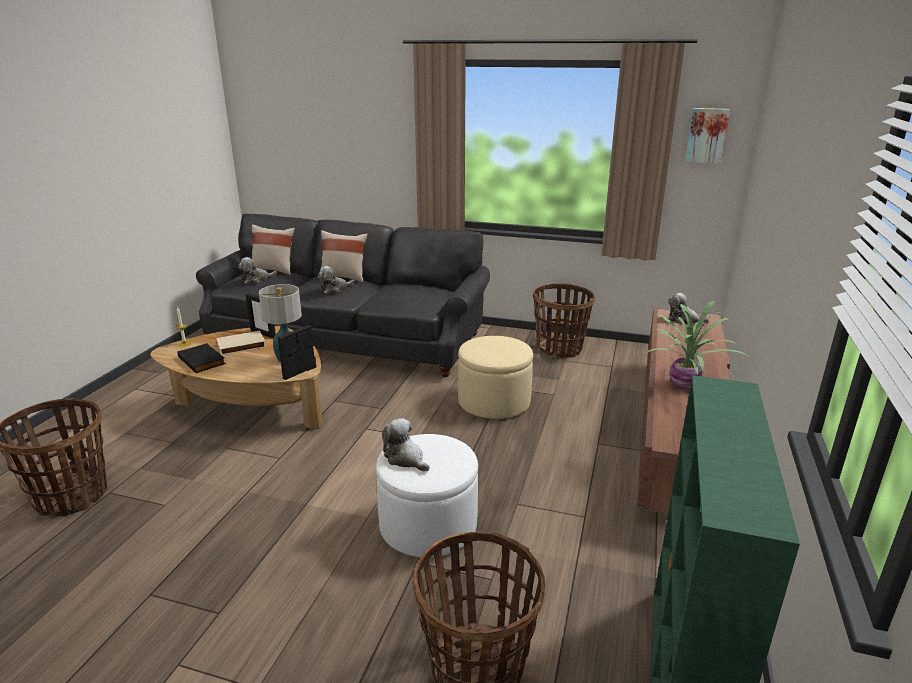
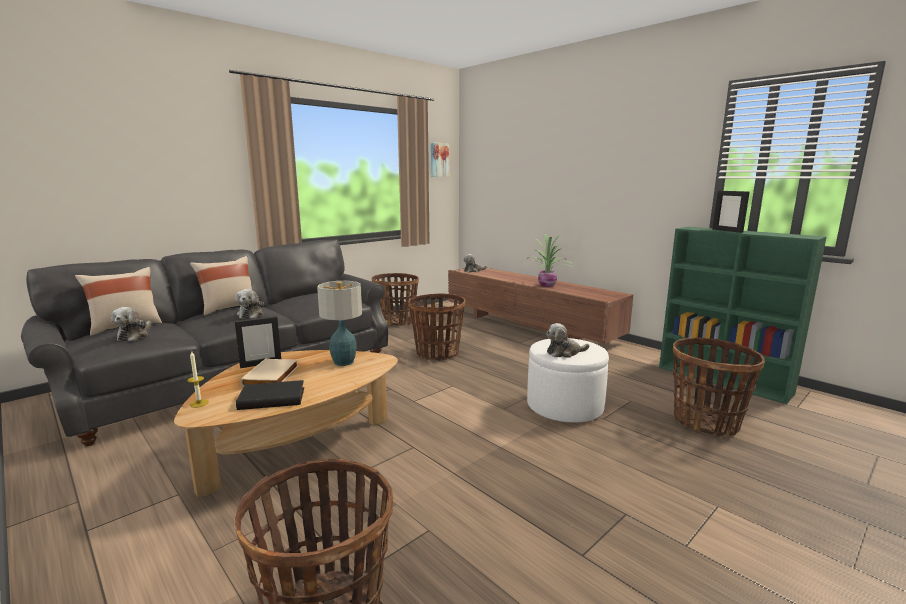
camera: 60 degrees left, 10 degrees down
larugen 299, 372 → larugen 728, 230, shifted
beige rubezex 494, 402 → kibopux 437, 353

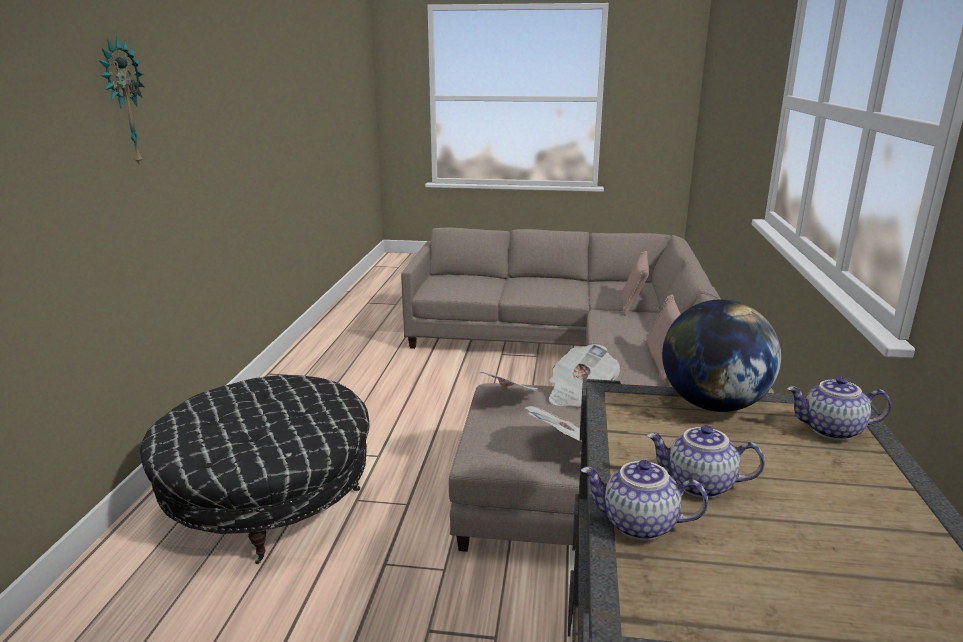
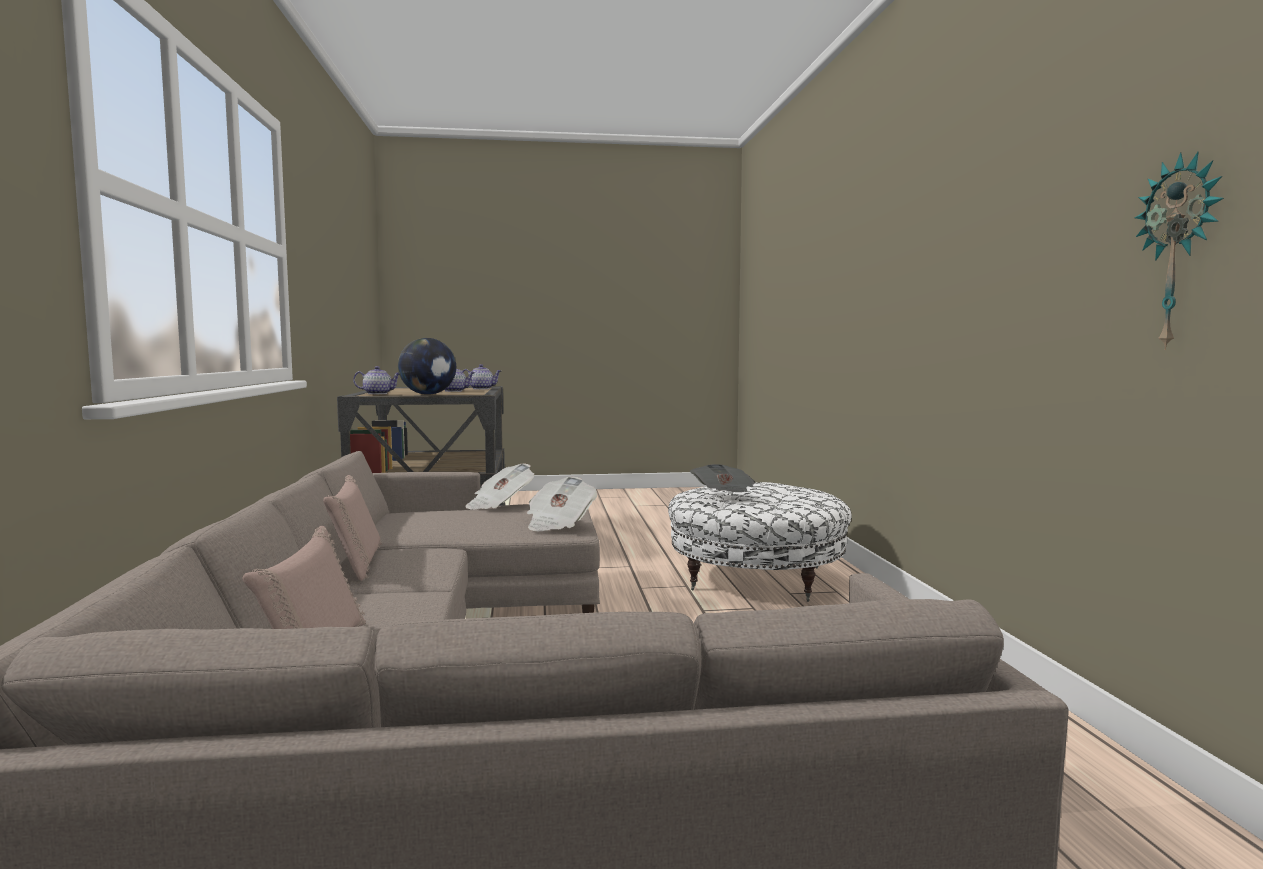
camera: 165 degrees right, 15 degrees down
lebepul 123, 103 → lebepul 1180, 252, shifted
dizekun 579, 394 → dizekun 724, 497, shifted
black rubezex 269, 502 → white rubezex 756, 579

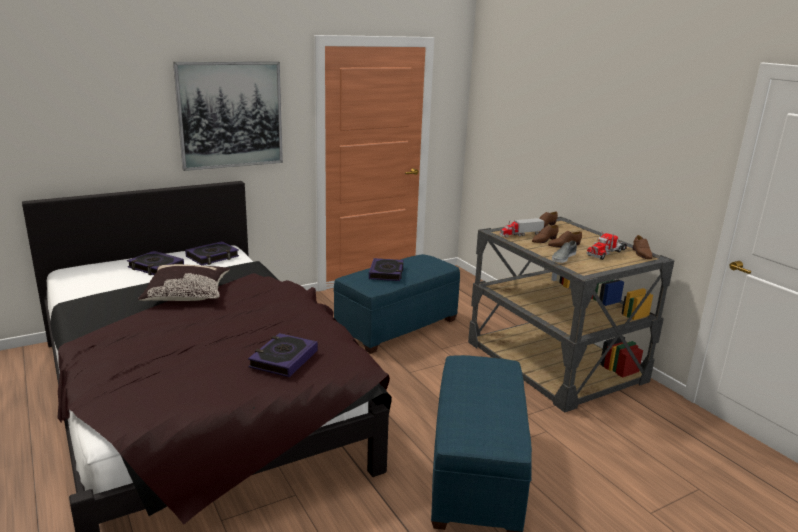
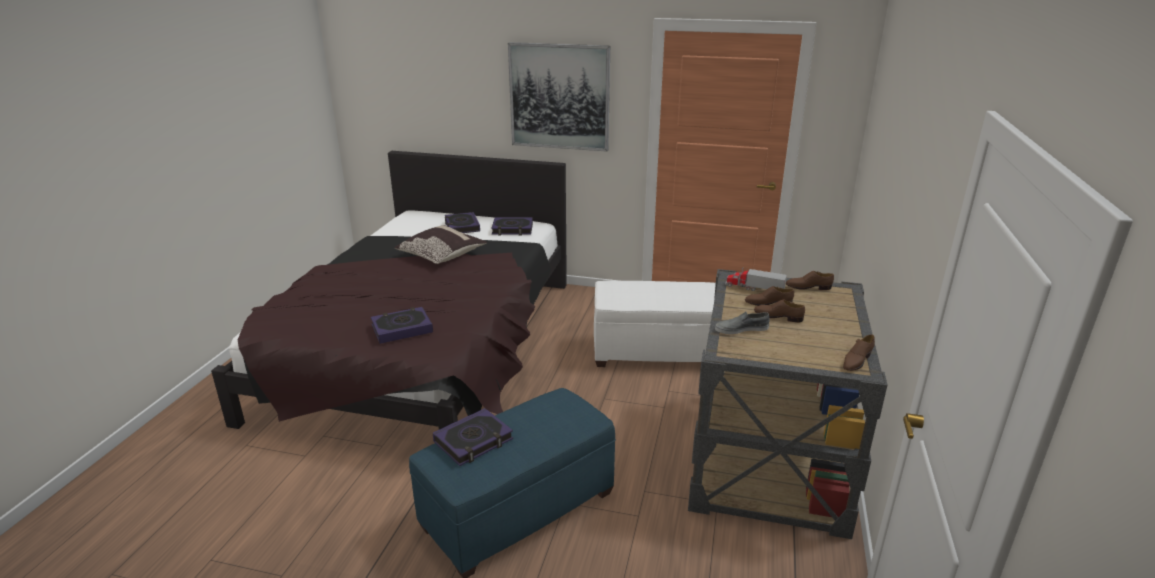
camera: 45 degrees right, 5 degrees up
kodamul 606, 253 → -
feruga 386, 273 → feruga 473, 441, shifted
blue rubezex 397, 327 → white rubezex 659, 352

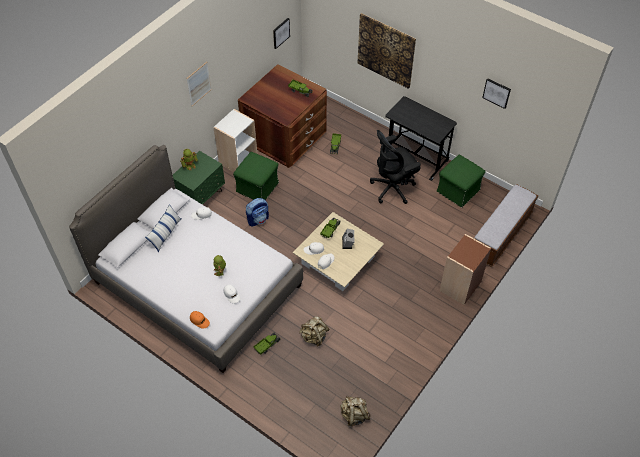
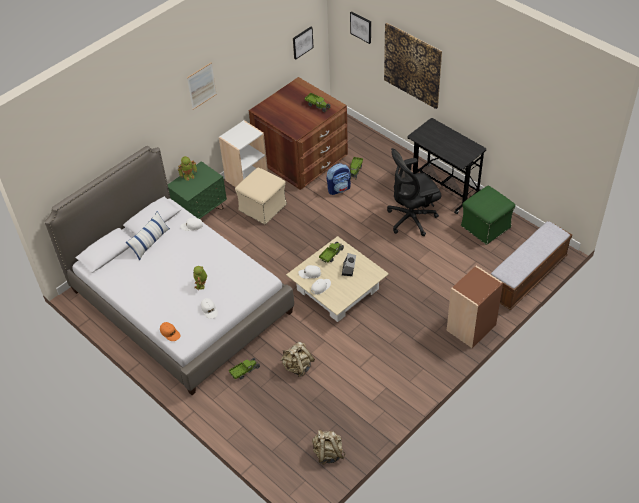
camera: 10 degrees right, 5 degrees down
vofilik 258, 219 → vofilik 339, 189, shifted
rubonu 496, 93 → rubonu 361, 27, shifted
green rubezex 257, 187 → beige rubezex 263, 207

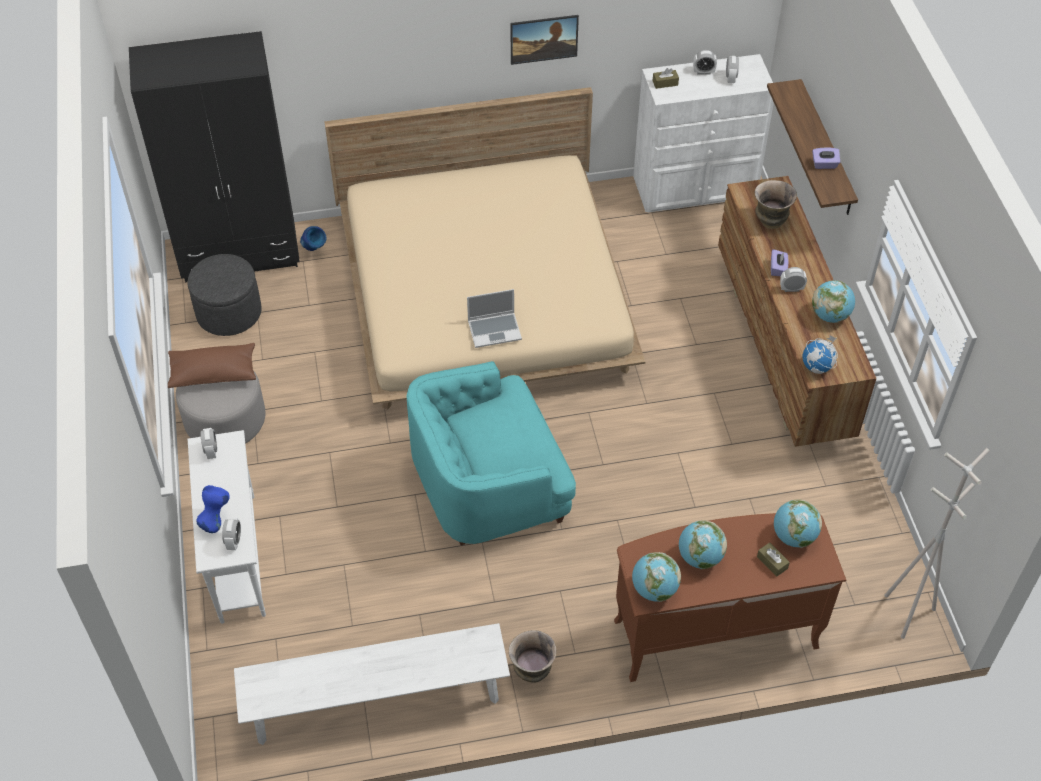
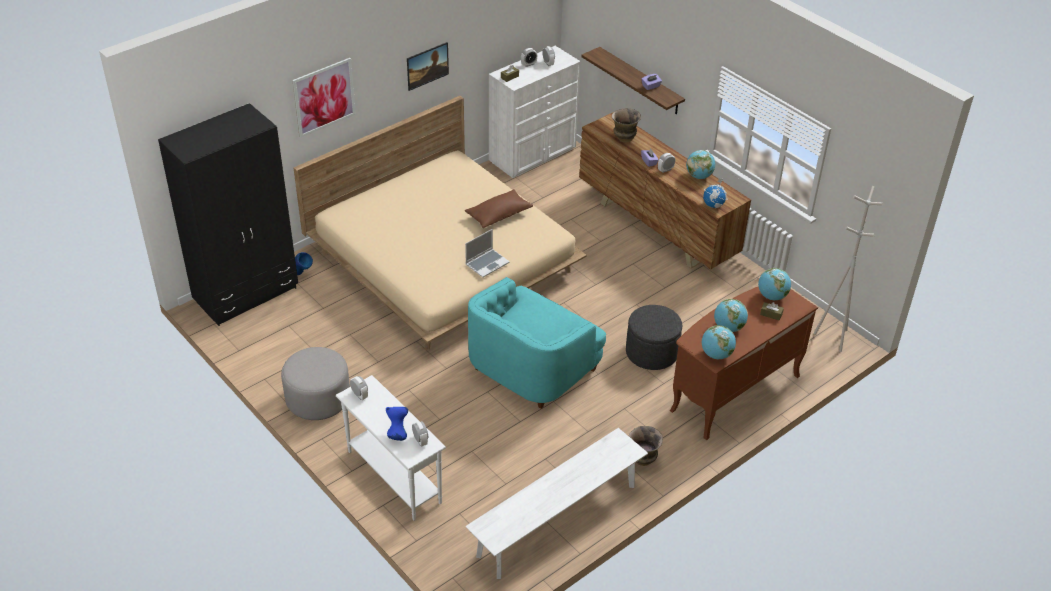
camera: 30 degrees left, 10 degrees down
- → rubonu 324, 97
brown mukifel 213, 373 → brown mukifel 498, 215, shifted
grey rubezex 229, 312 → grey rubezex 651, 352, shifted

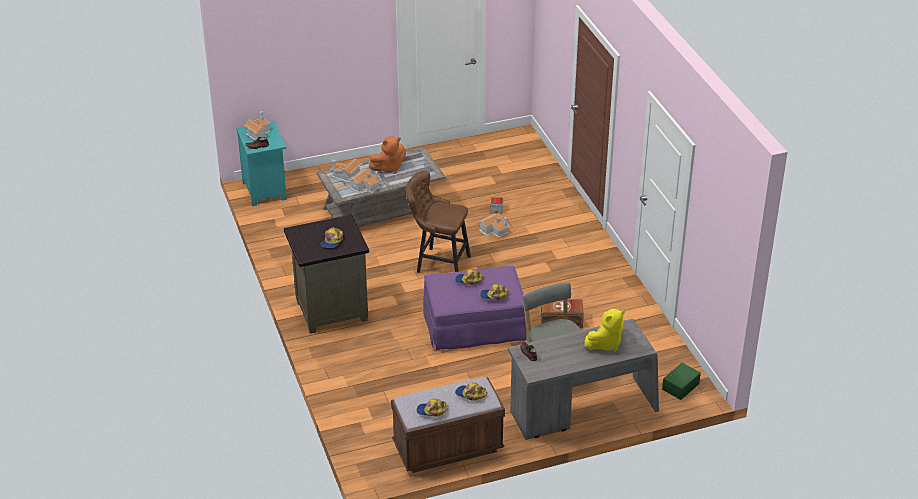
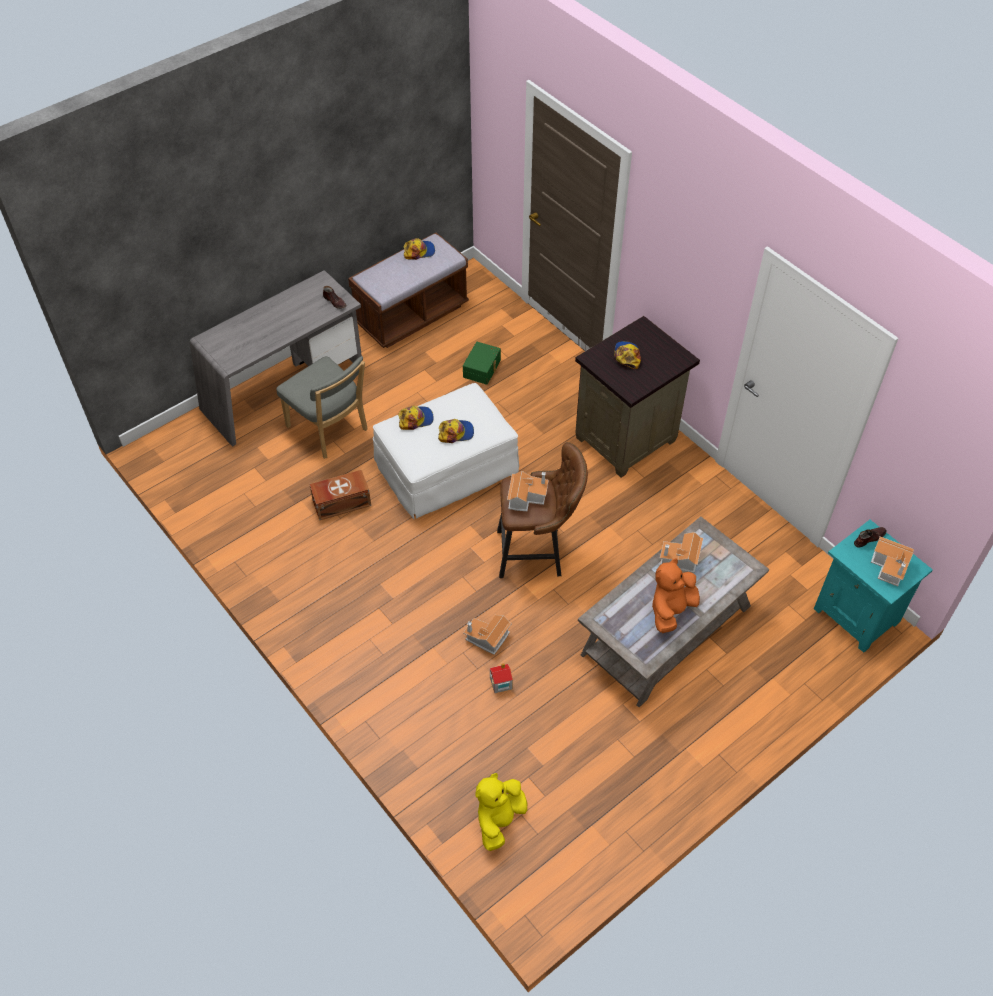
camera: 160 degrees right, 15 degrees up
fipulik 470, 394 → -
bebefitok 346, 176 → bebefitok 526, 496, shifted
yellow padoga 605, 343 → yellow padoga 499, 819, shifted
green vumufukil 679, 386 → green vumufukil 482, 369, shifted
purple rubezex 475, 325 → white rubezex 446, 467

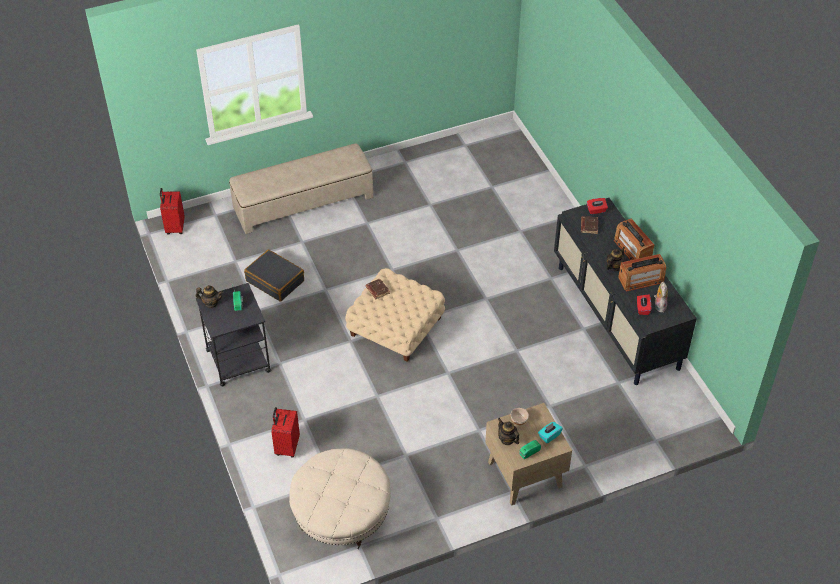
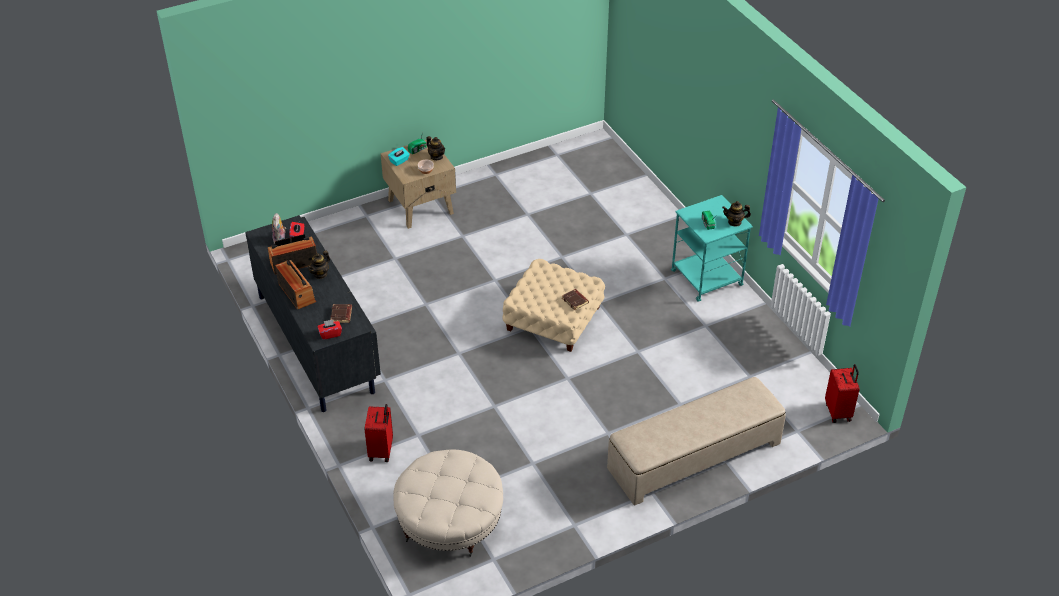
camera: 175 degrees right, 5 degrees down
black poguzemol 275, 281 → -
red poguzemol 286, 447 → red poguzemol 382, 451, shifted
beige rubezex 342, 514 → beige rubezex 449, 521, shifted
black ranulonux 238, 359 → turquoise ranulonux 707, 279

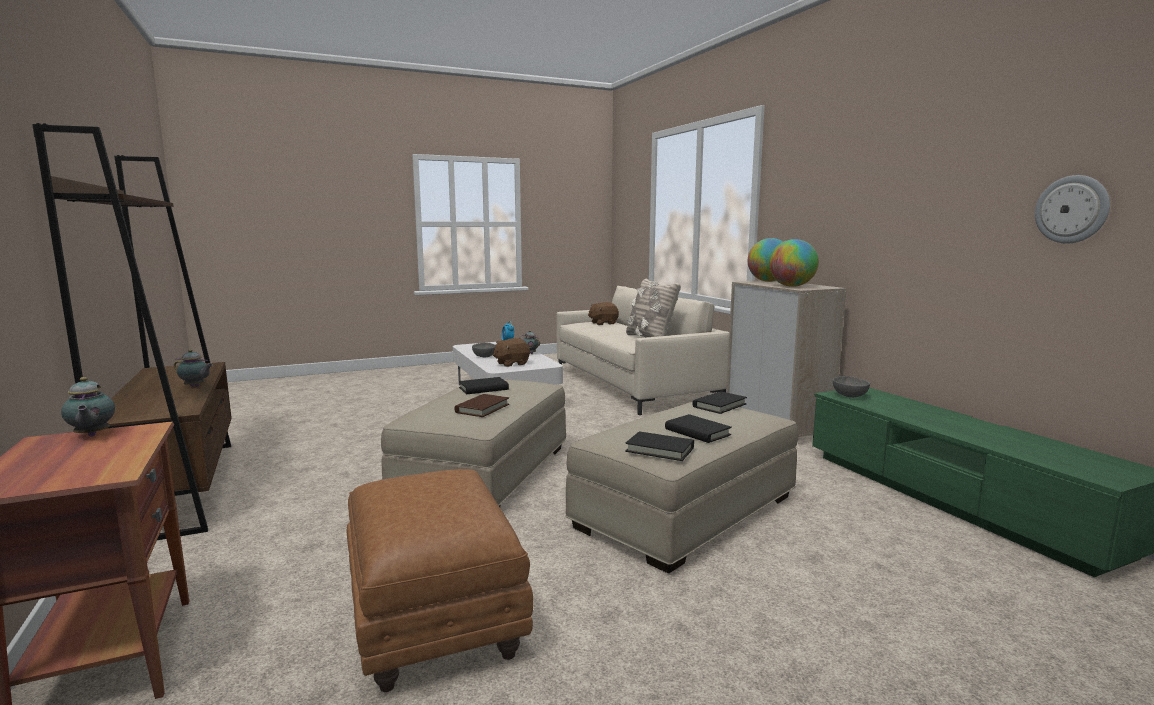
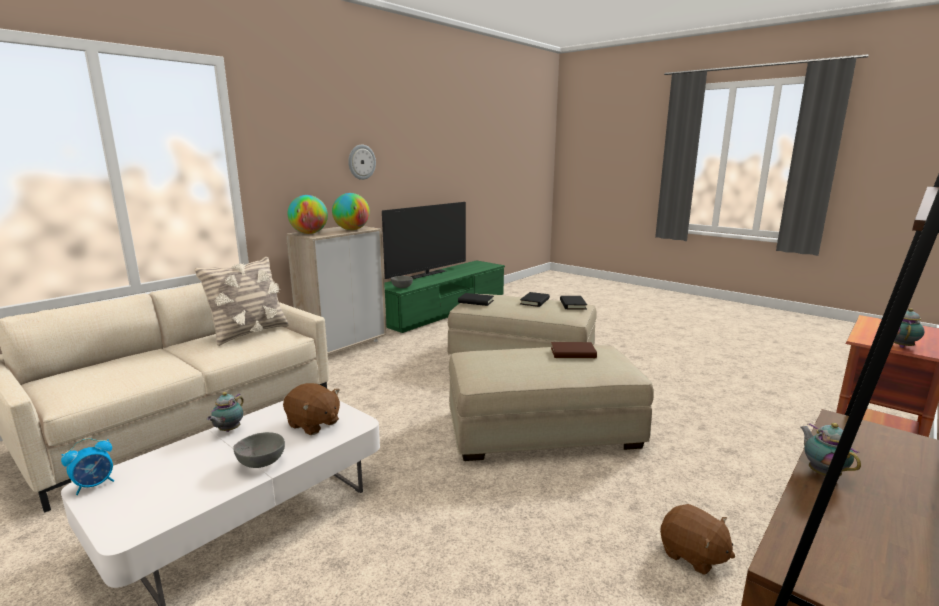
camera: 115 degrees left, 5 degrees up
brown rubezex 432, 619 → -
black feruga 483, 389 → -
- → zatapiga 427, 274
brown padoga 603, 323 → brown padoga 692, 555, shifted
lebepul 1072, 209 → lebepul 361, 162, shifted

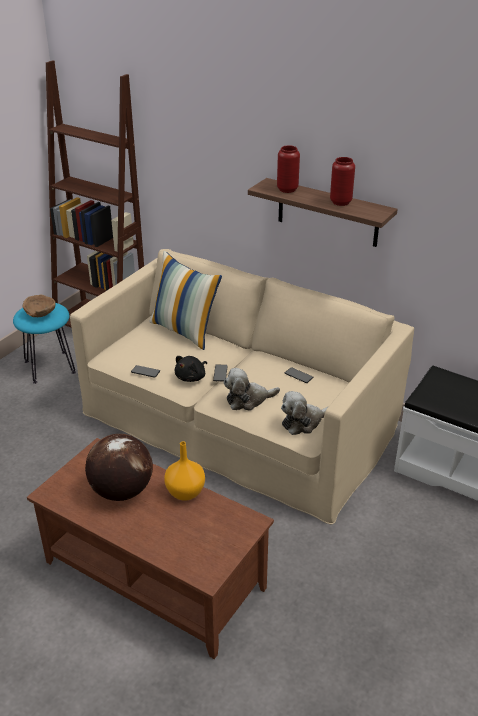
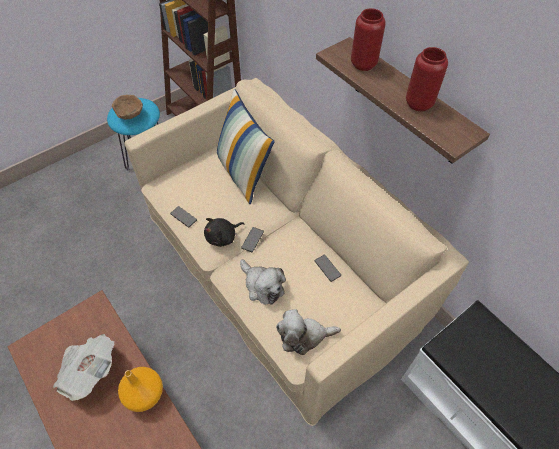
camera: 20 degrees right, 20 degrees up
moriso 121, 491 → dizekun 89, 370
padoga 248, 400 → padoga 262, 286, 135 degrees counterclockwise

